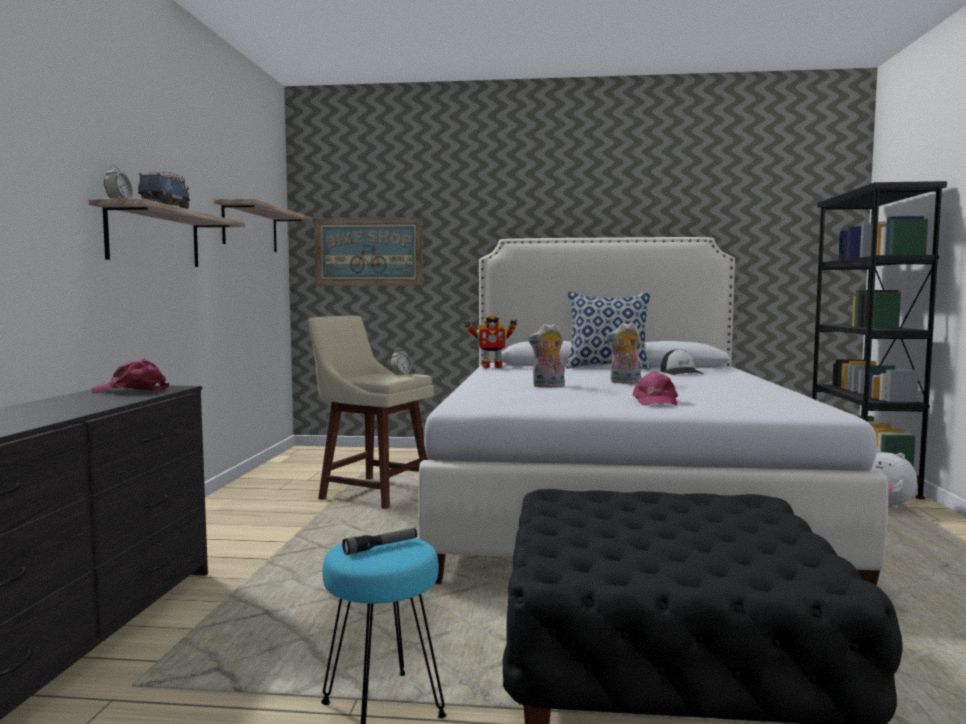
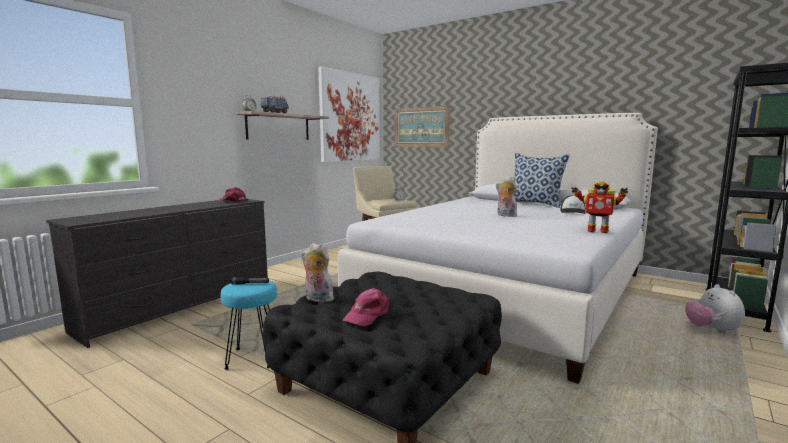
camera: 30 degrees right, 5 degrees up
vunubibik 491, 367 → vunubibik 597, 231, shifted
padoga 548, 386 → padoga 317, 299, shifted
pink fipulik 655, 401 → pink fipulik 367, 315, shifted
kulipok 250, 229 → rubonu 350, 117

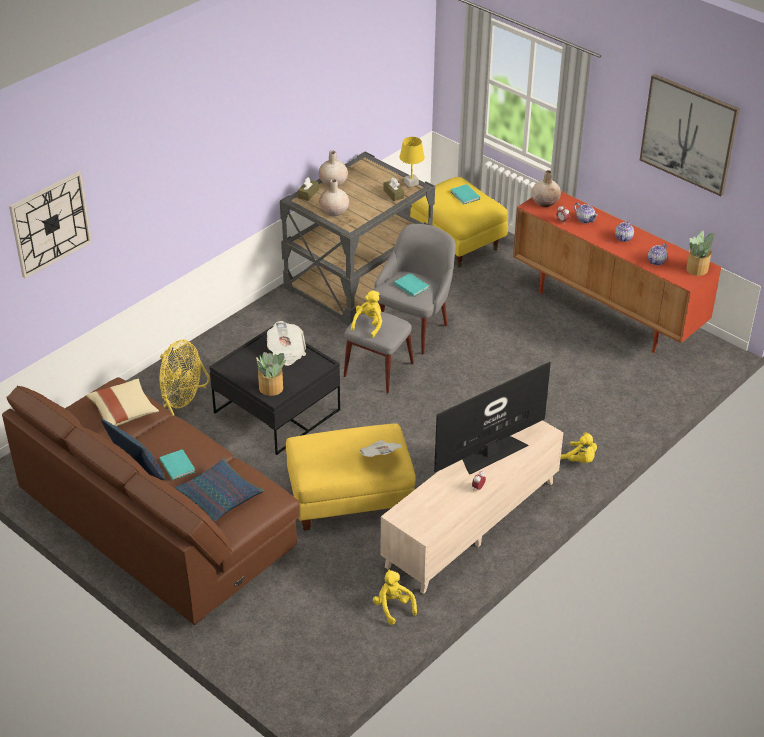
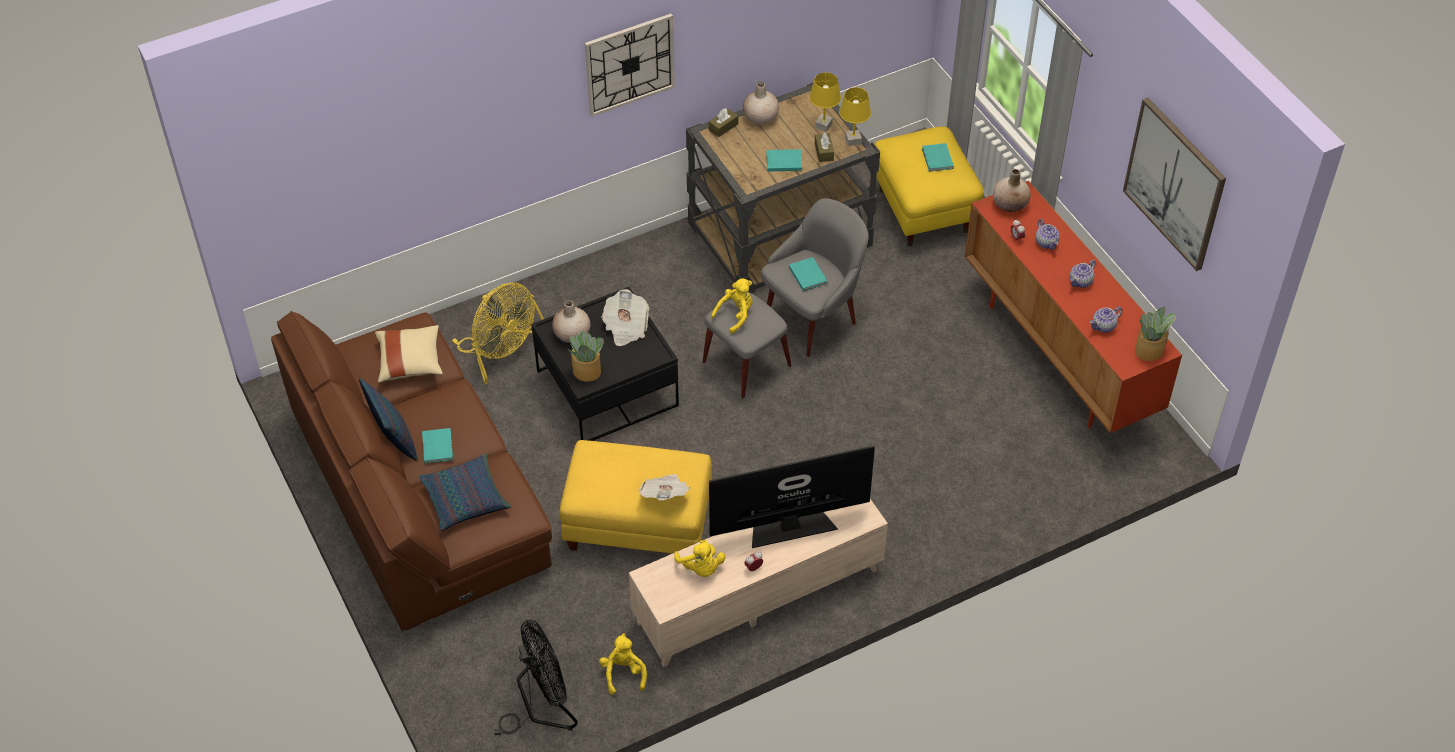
camera: 20 degrees right, 10 degrees up
- → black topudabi 539, 699
- → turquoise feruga 783, 161
- → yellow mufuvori 823, 125
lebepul 50, 224 → lebepul 629, 64, shifted
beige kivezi 334, 211 → beige kivezi 571, 334, shifted
yellow padoga 579, 460 → yellow padoga 701, 568, shifted

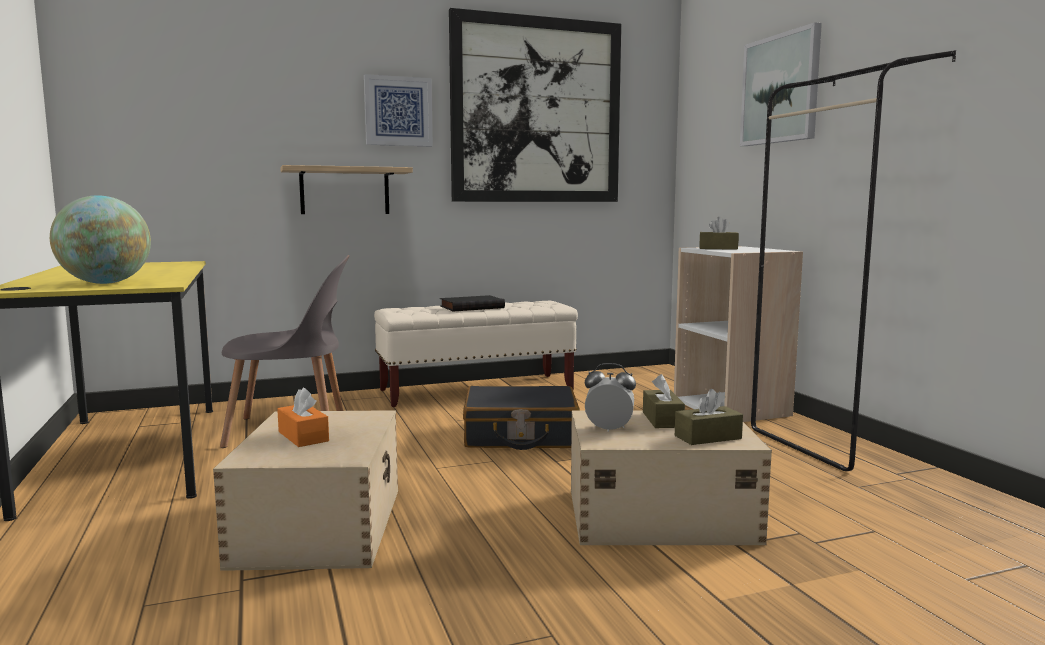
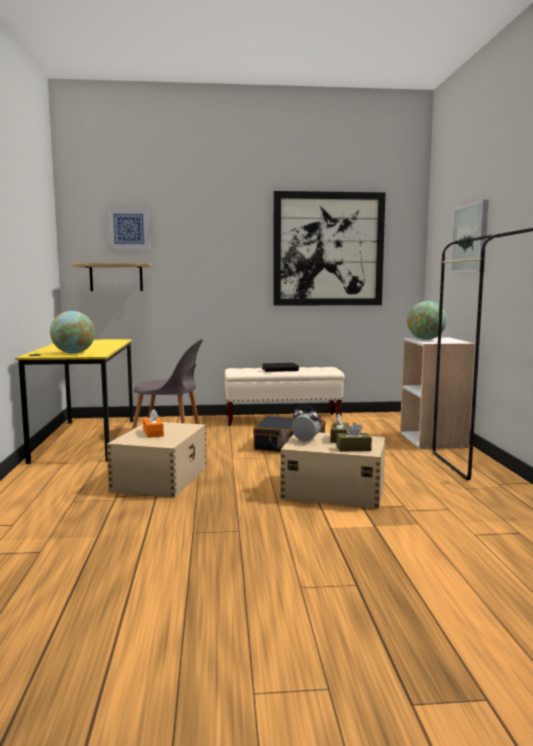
camera: 15 degrees right, 0 degrees up
kulipok 345, 191 → kulipok 116, 277, shifted
rubonu 398, 111 → rubonu 129, 228, shifted
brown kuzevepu 718, 248 → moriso 425, 339

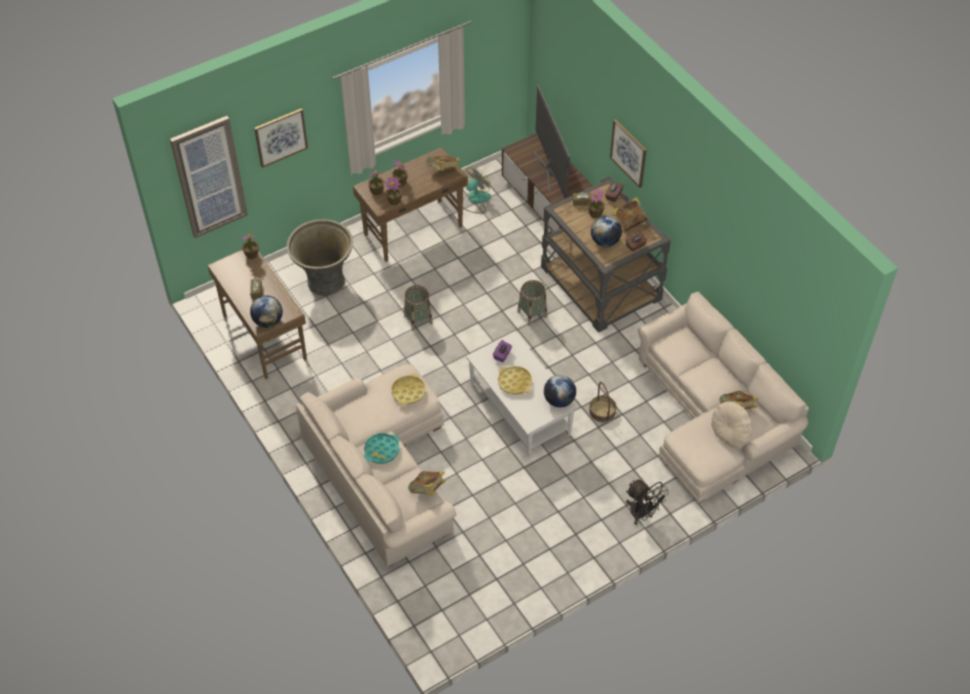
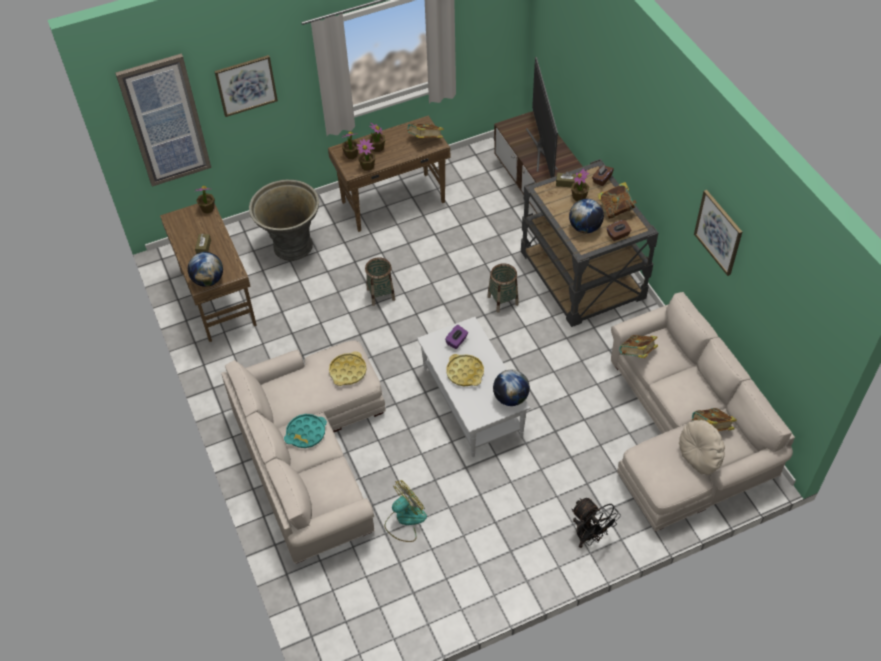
camera: 10 degrees right, 0 degrees up
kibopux 602, 411 → -
feruga 427, 490 → feruga 637, 354, shifted
topudabi 475, 200 → topudabi 405, 520, shifted
rubonu 629, 153 → rubonu 718, 232, shifted

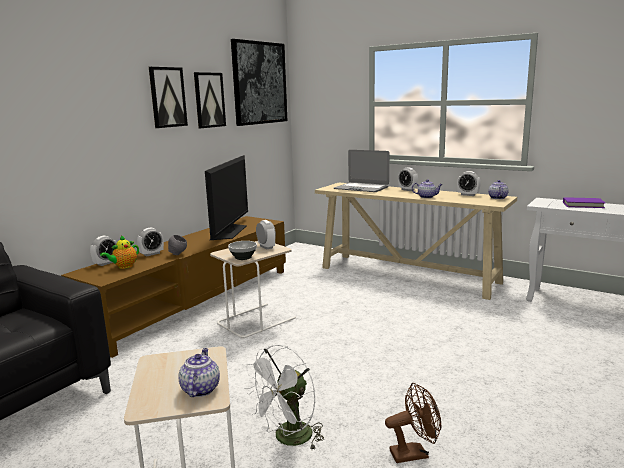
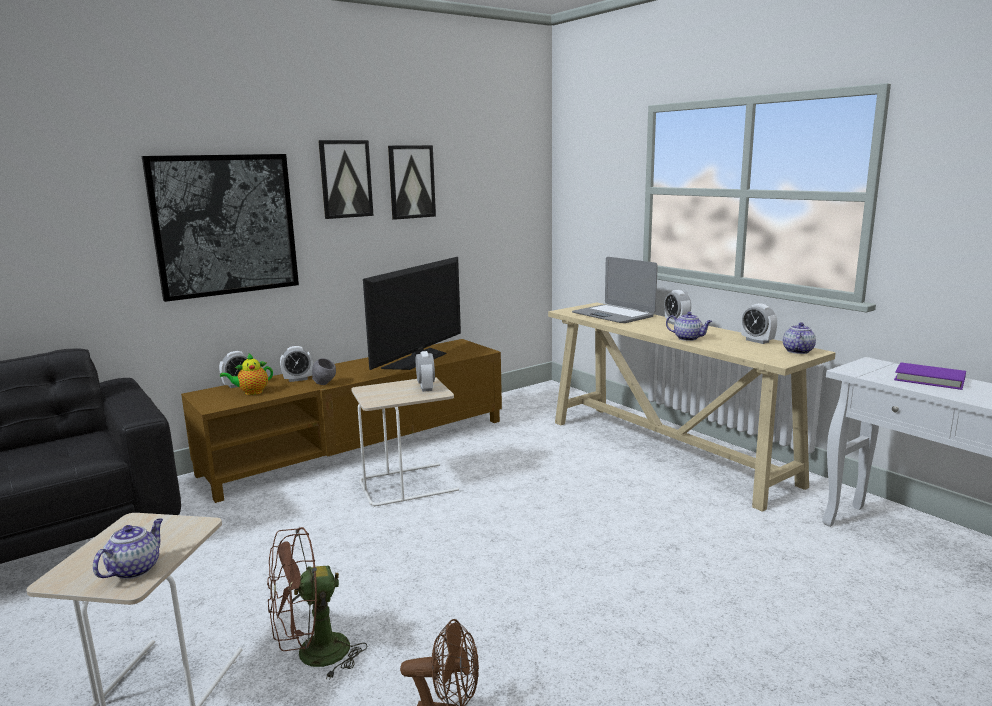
camera: 20 degrees right, 0 degrees up
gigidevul 243, 257 → -
rubonu 259, 83 → rubonu 225, 225, shifted
white topudabi 288, 439 → brown topudabi 312, 656

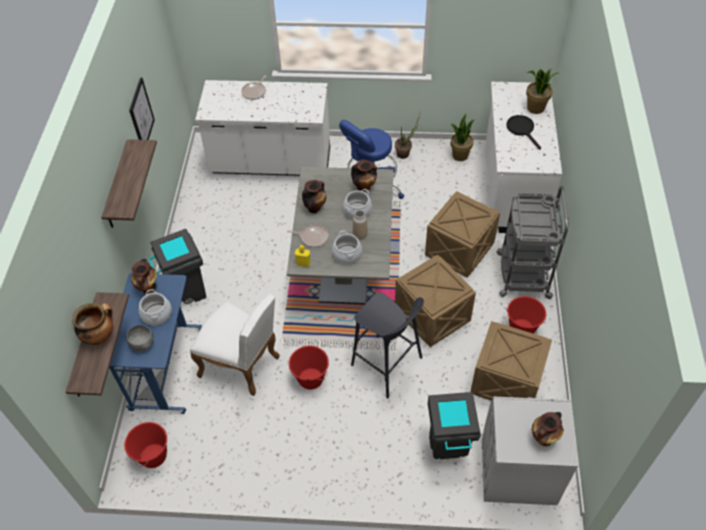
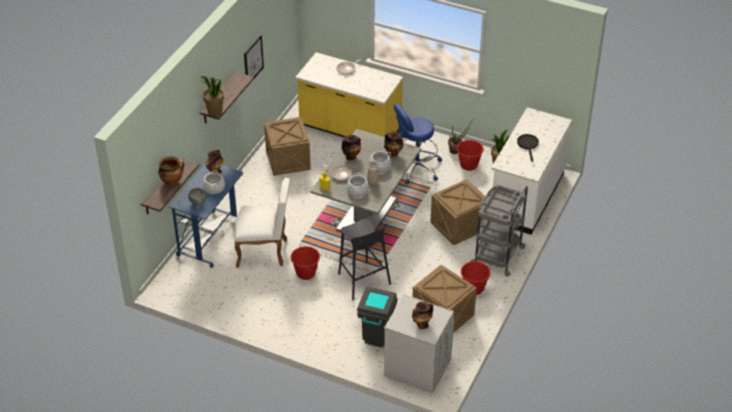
camera: 20 degrees right, 10 degrees down
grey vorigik 187, 293 → -
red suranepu 153, 456 → red suranepu 469, 165, shifted
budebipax 431, 314 → budebipax 288, 160, shifted
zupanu 535, 108 → zupanu 214, 110, shifted
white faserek 271, 163 → yellow faserek 349, 130
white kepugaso 242, 365 → white kepugaso 263, 252, 45 degrees counterclockwise

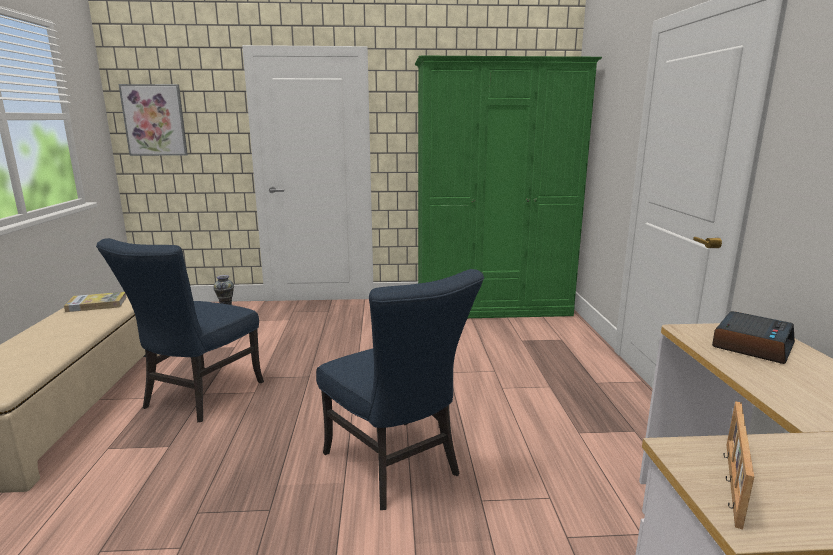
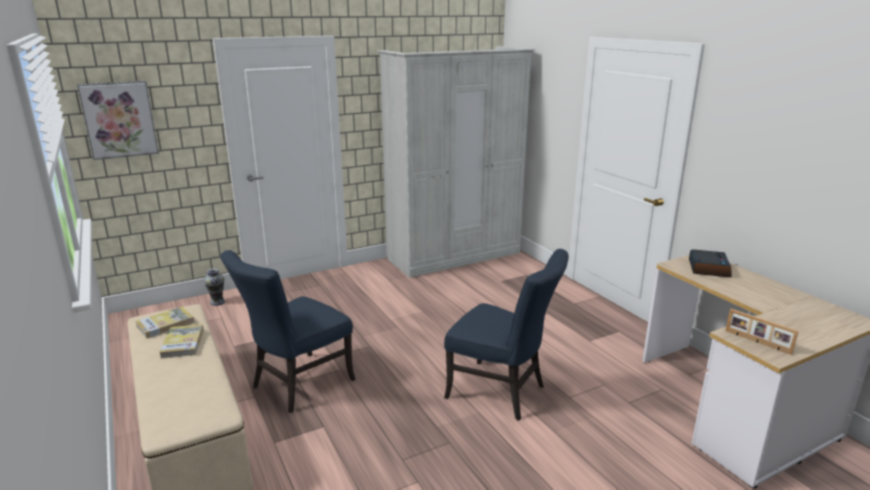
camera: 25 degrees left, 5 degrees up
- → feruga 182, 343
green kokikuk 493, 307 → white kokikuk 454, 256
blue kepugaso 198, 397 → blue kepugaso 297, 385, 45 degrees clockwise
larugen 731, 482 → larugen 757, 342, 45 degrees counterclockwise

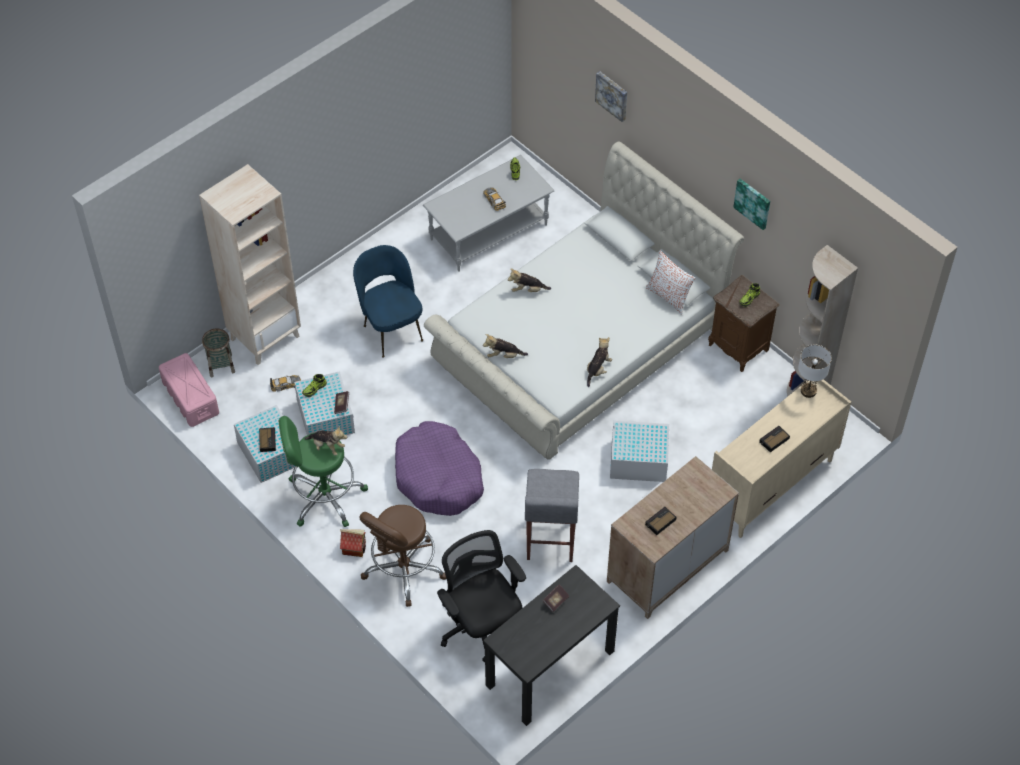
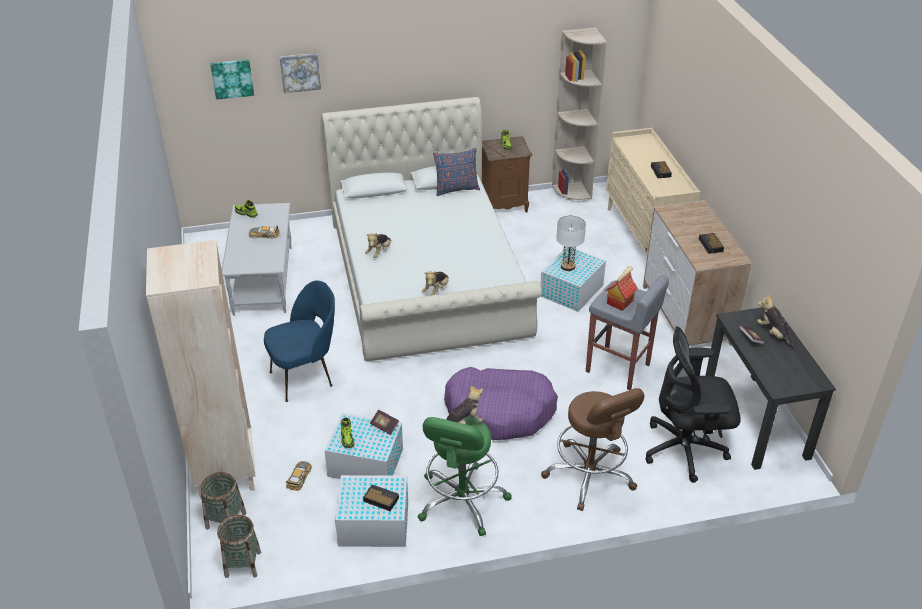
camera: 60 degrees left, 15 degrees down
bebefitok 354, 548 → bebefitok 620, 301, shifted
padoga 598, 369 → padoga 773, 334, shifted
rubonu 753, 203 → rubonu 232, 78, shifted
mufuvori 808, 391 → mufuvori 567, 266, shifted
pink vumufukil 190, 397 → kibopux 243, 564
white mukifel 668, 297 → blue mukifel 456, 189
blue kepugaso 391, 329 → blue kepugaso 306, 378, 150 degrees clockwise

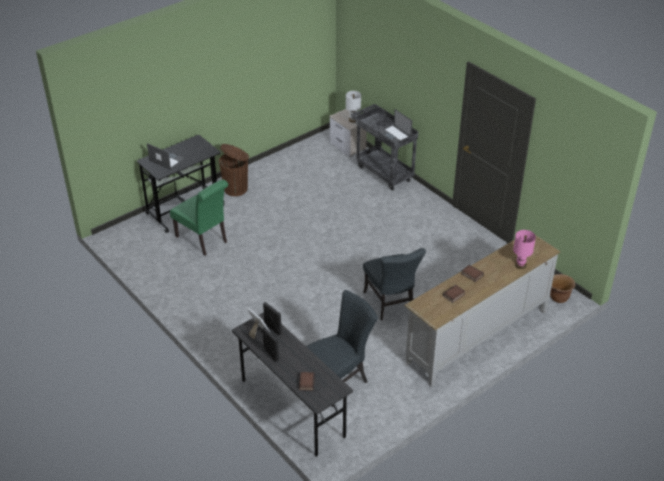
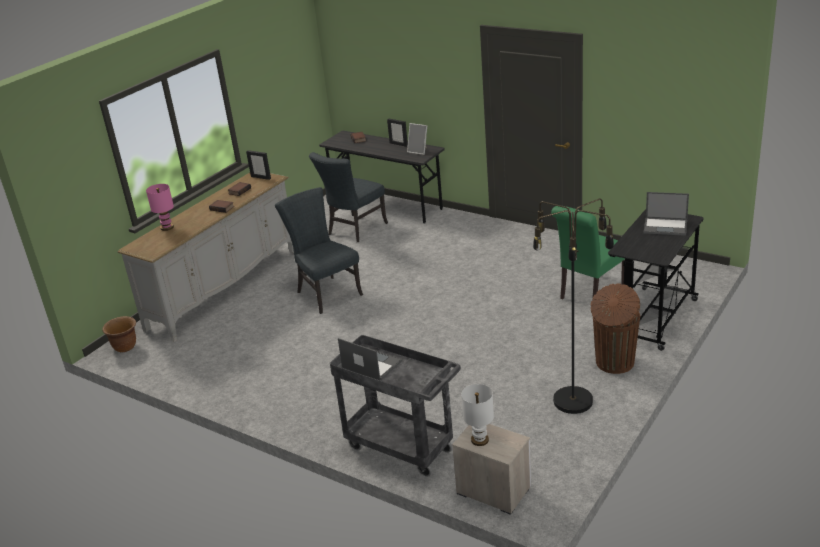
camera: 165 degrees right, 10 degrees down
- → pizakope 572, 402
larugen 272, 328 → larugen 261, 177, shifted
green kepugaso 204, 240 → green kepugaso 589, 293, 75 degrees counterclockwise

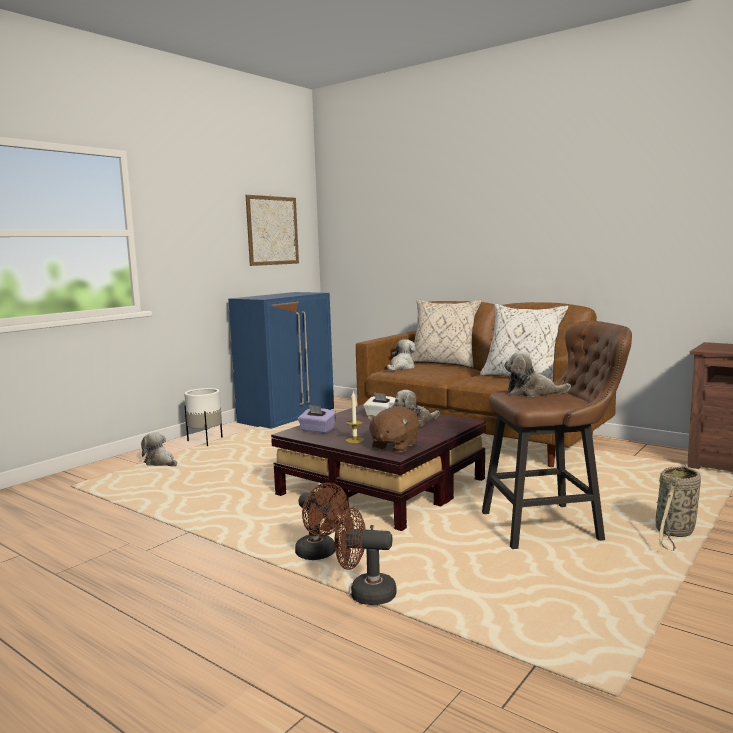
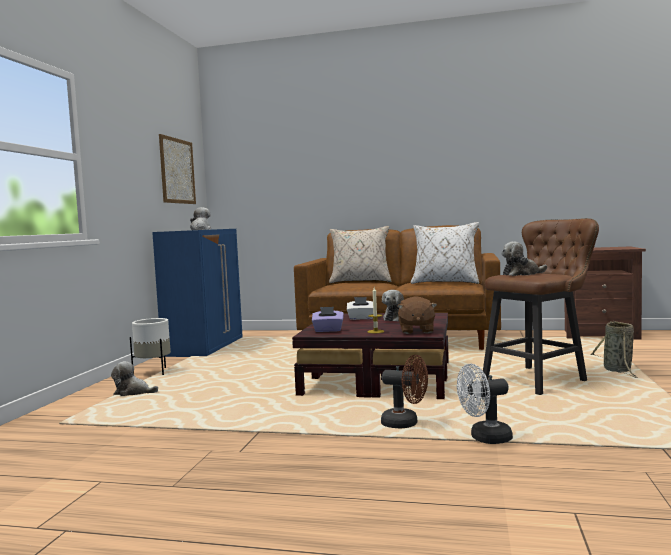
camera: 25 degrees left, 5 degrees down
padoga 401, 367 → padoga 200, 229, shifted
brown topudabi 365, 593 → white topudabi 485, 438

